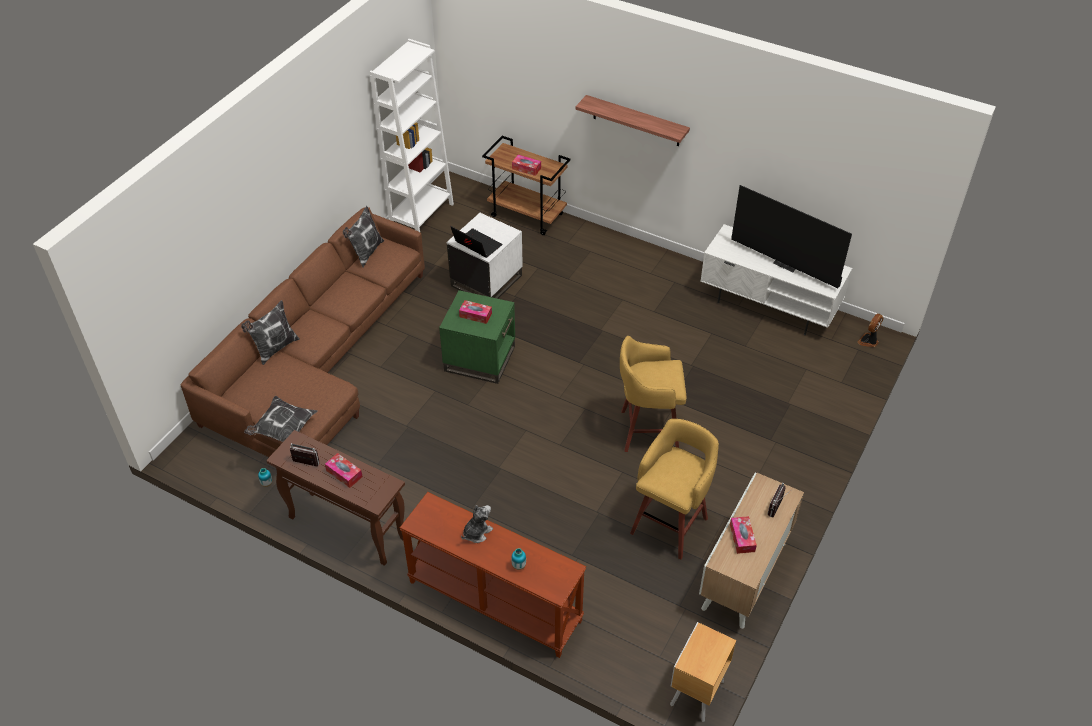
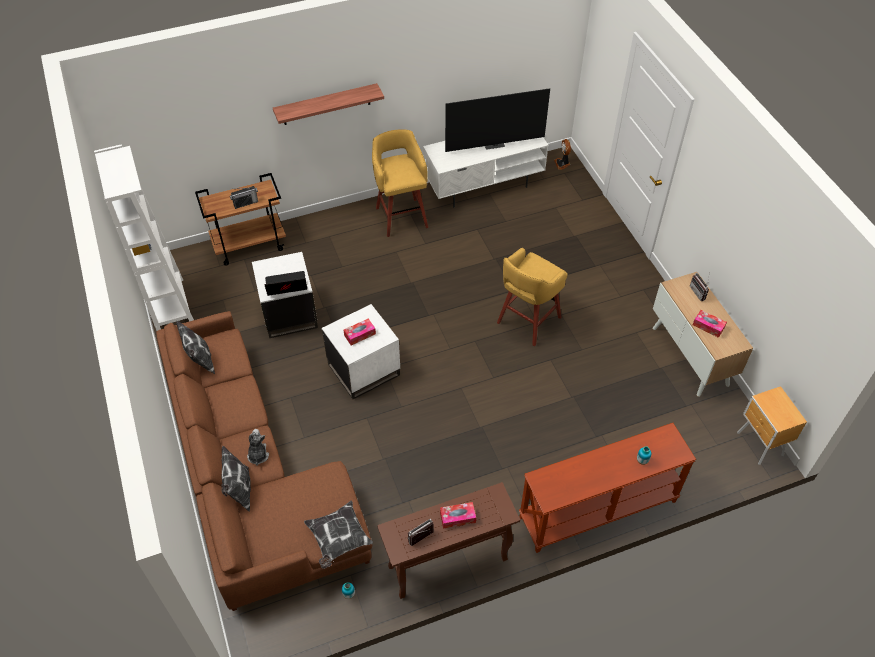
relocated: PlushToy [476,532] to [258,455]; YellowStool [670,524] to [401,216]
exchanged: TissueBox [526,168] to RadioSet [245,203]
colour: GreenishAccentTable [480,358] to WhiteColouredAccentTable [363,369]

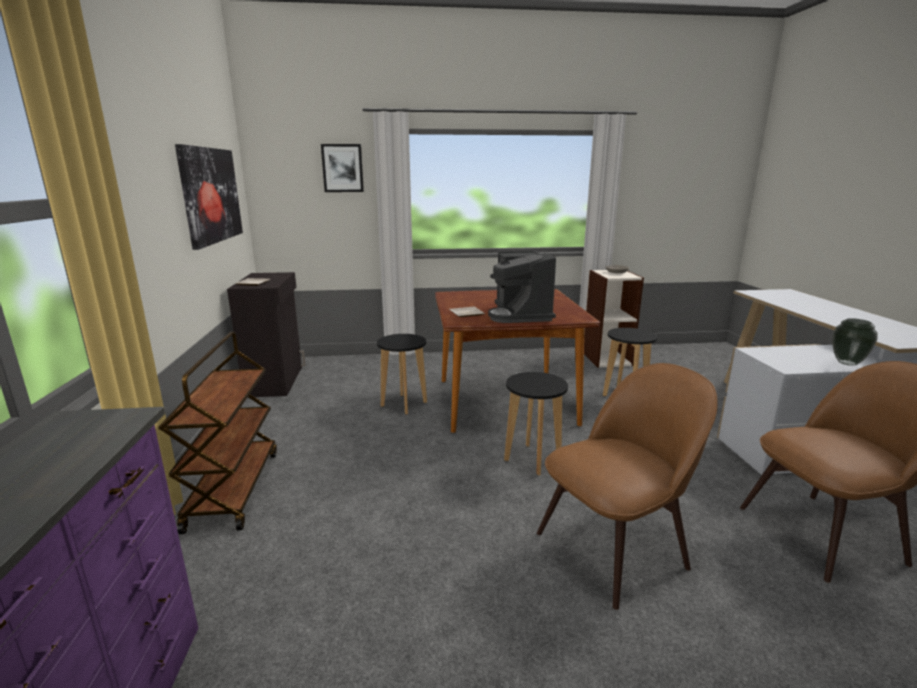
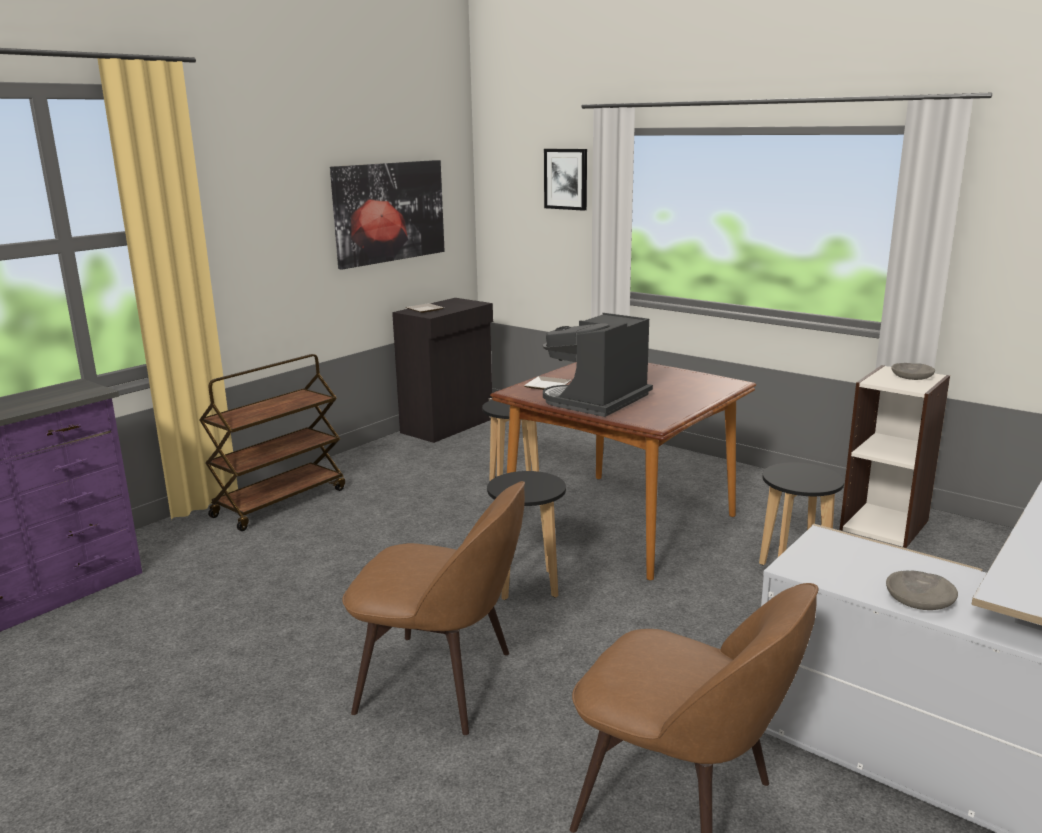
exchanged: DecorativeVase [846,363] to GreyServingBowl [920,599]

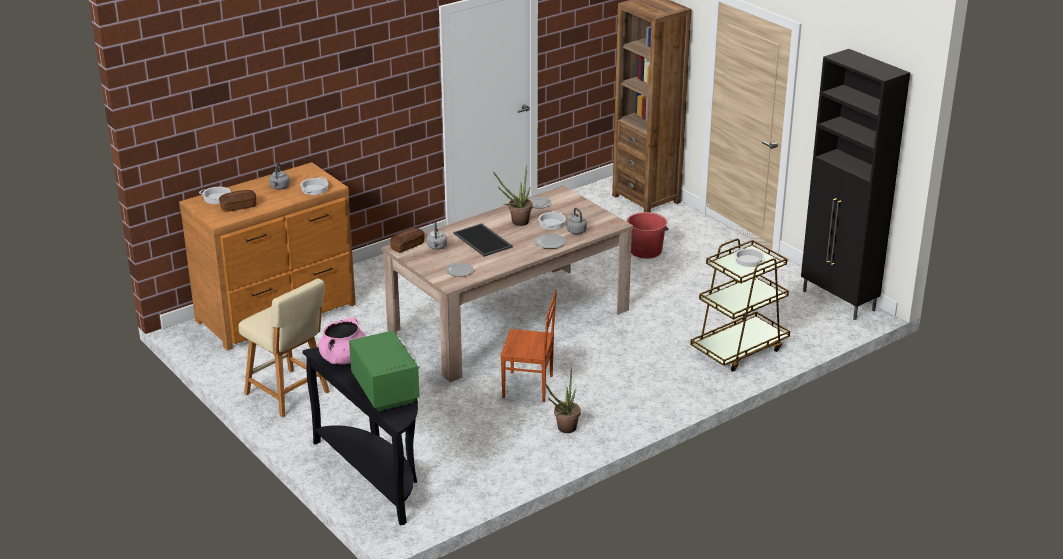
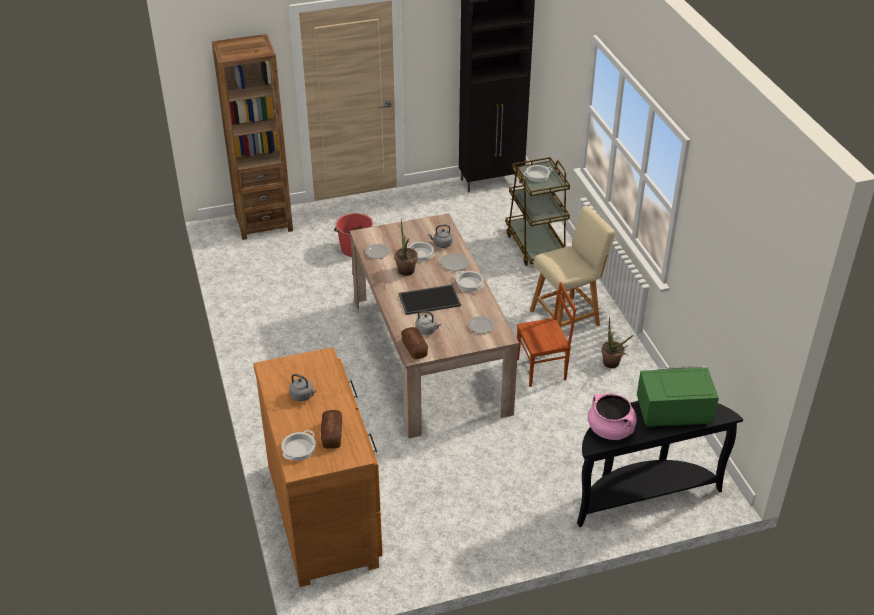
relocated: Saucepot [314,189] to [469,284]; SandColouredStool [289,394] to [567,317]
spun: BrownChair [528,387] = [542,369] 45 degrees clockwise

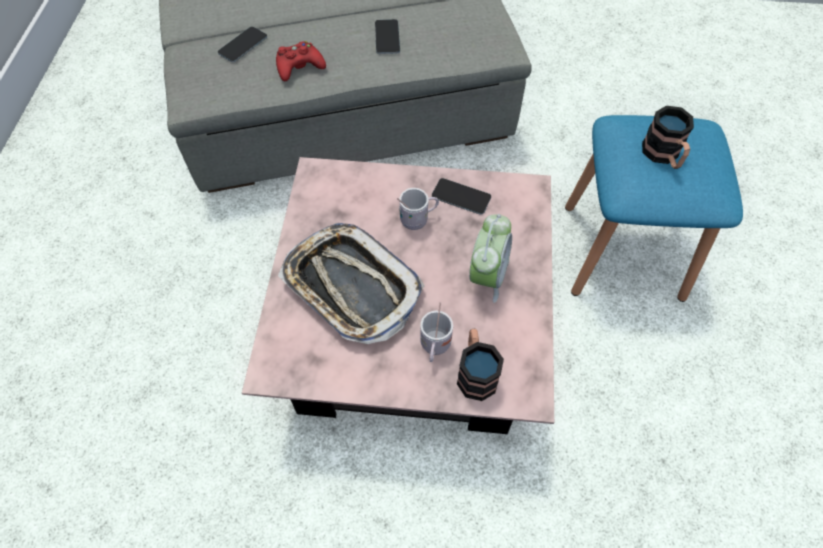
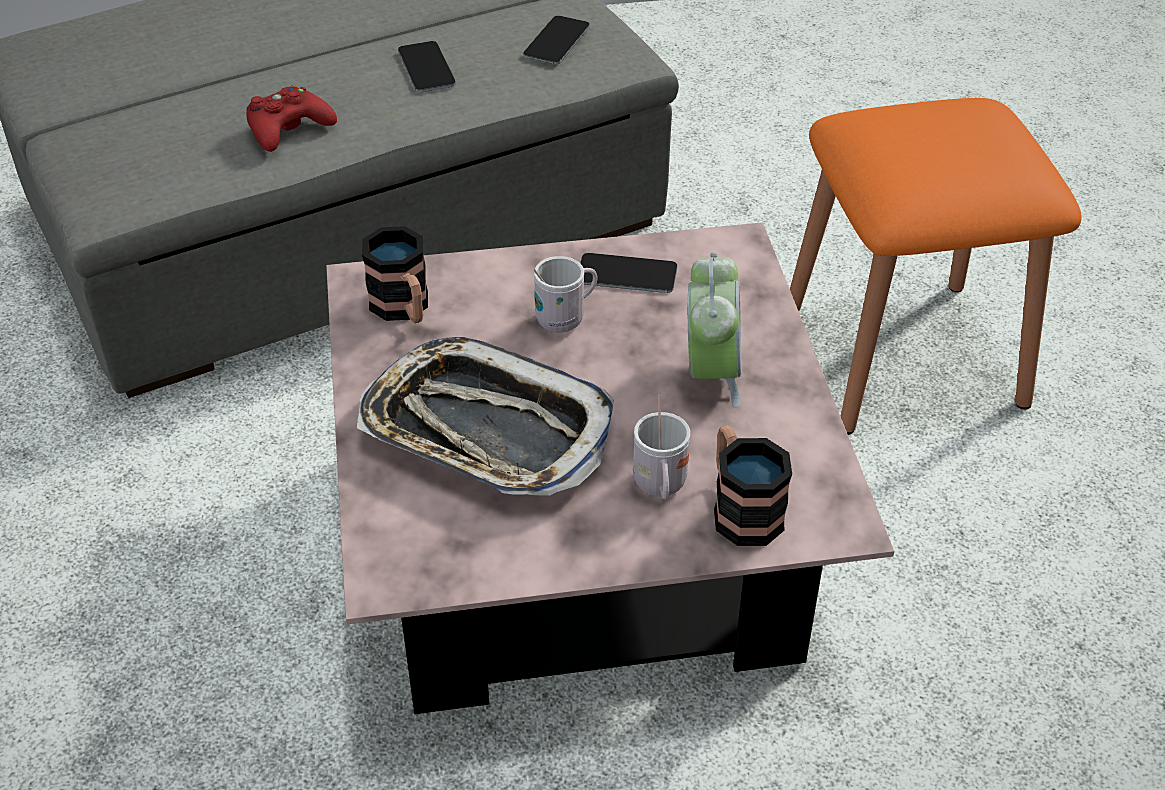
relocated: CoffeeMug [663,156] to [404,309]; Telephone [243,45] to [556,41]
colour: BlueColouredStool [623,251] to OrangeStool [903,355]

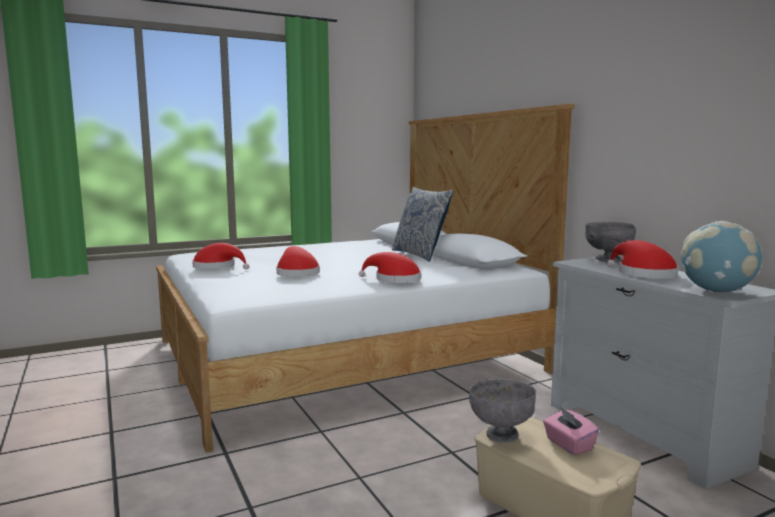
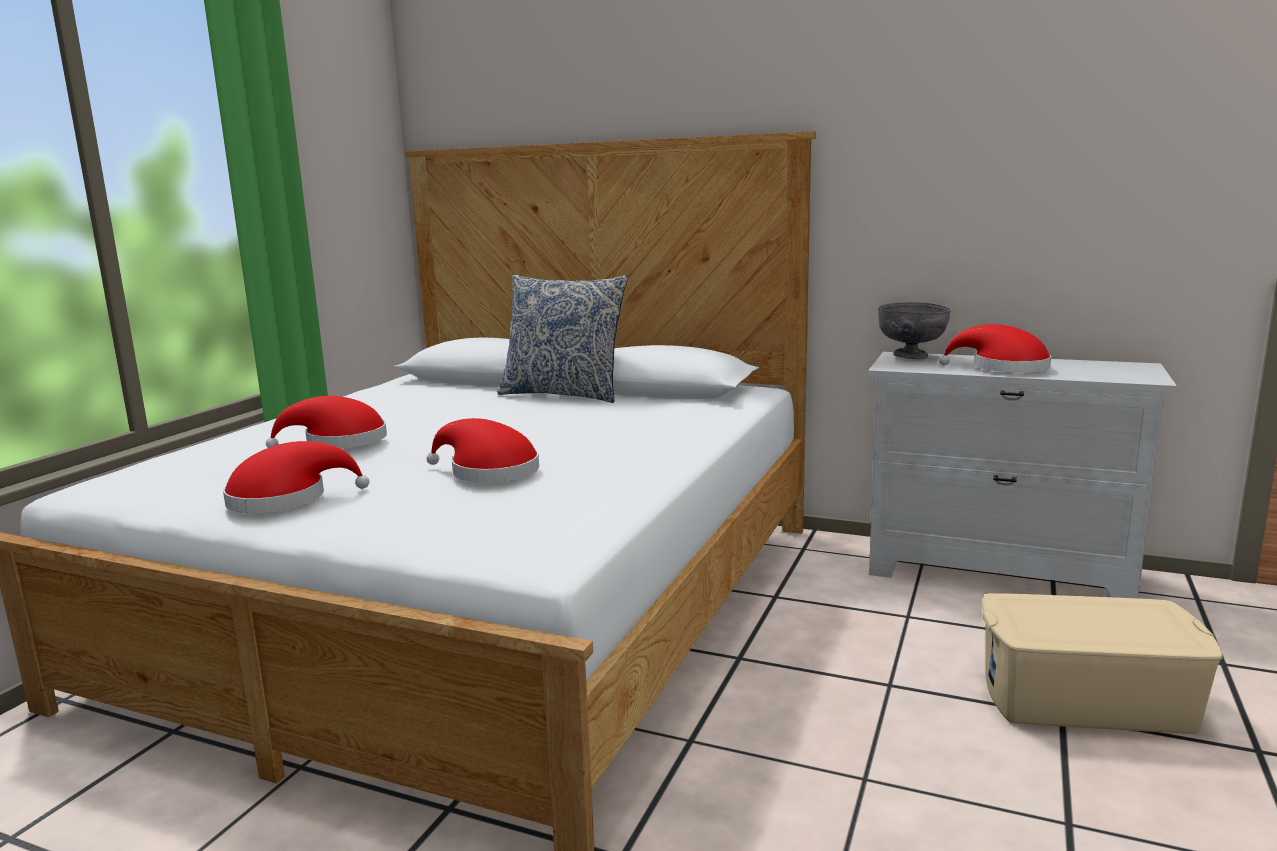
missing: GreyServingBowl [501,435]; PinkTissueBox [568,445]; Globe [716,291]
relocated: ReddishClothingHat [394,279] to [339,442]

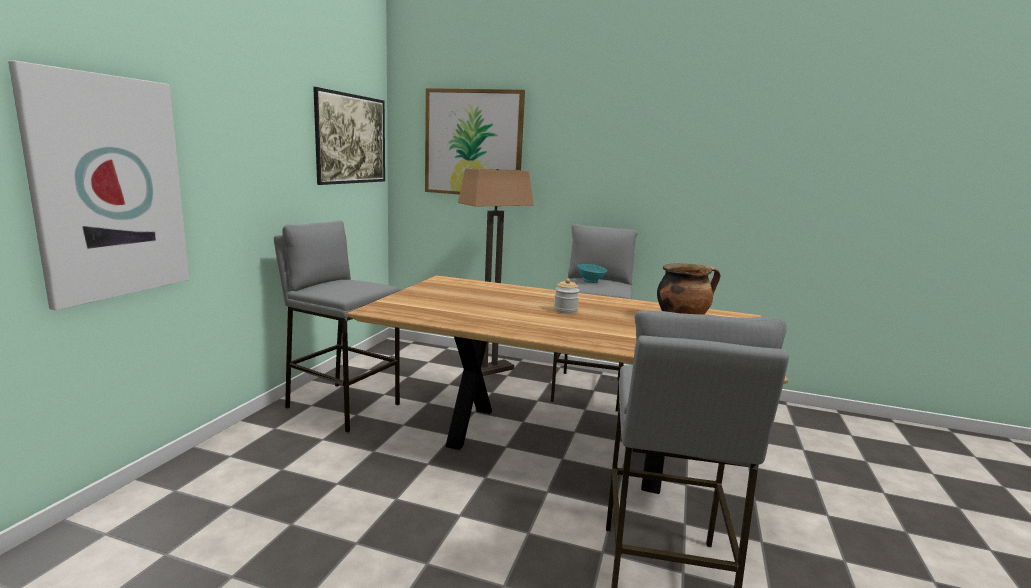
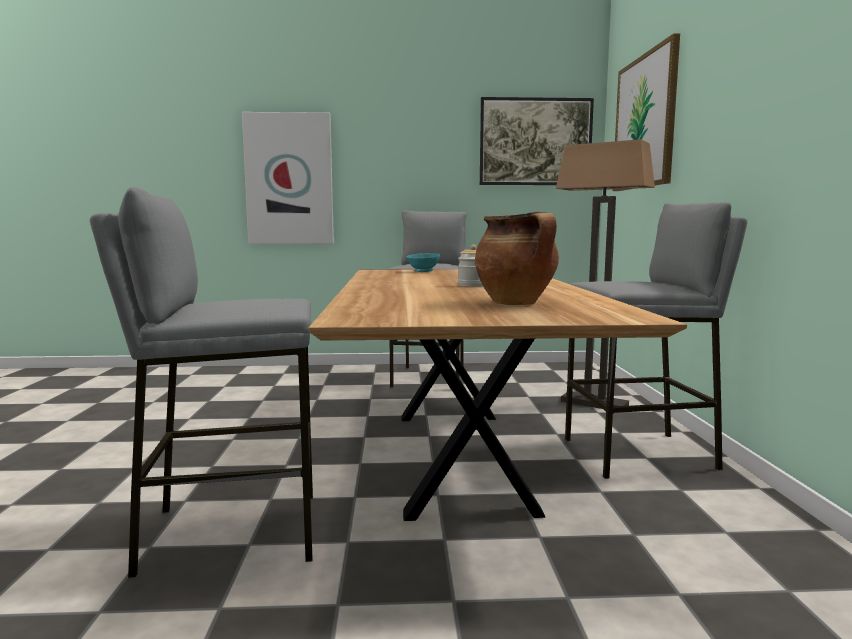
relocated: TurquoiseColouredServingBowl [590,281] to [422,271]

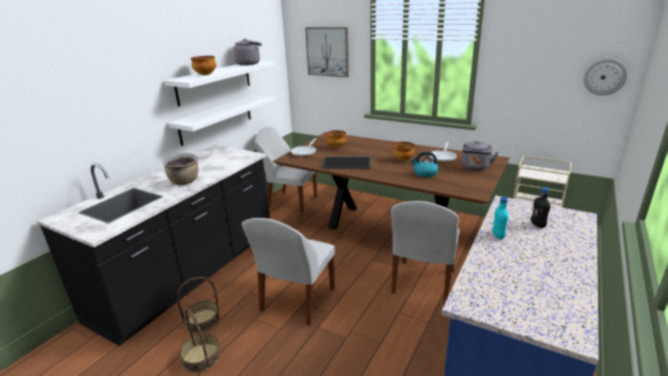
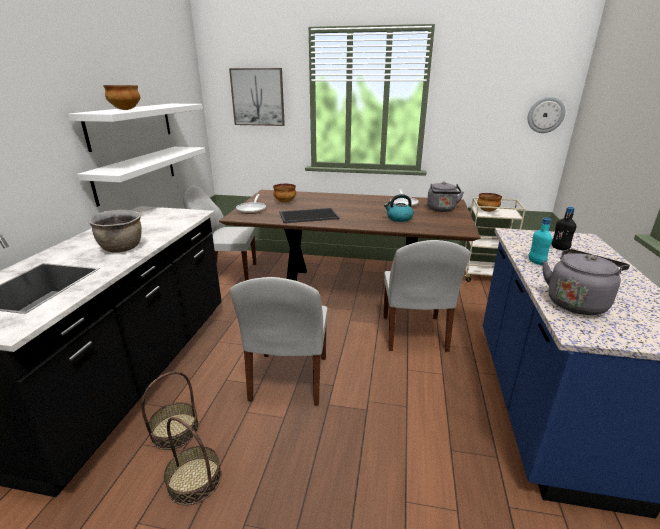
relocated: ServingBowl [403,160] to [487,211]; GreyTeaKettle [249,64] to [577,302]

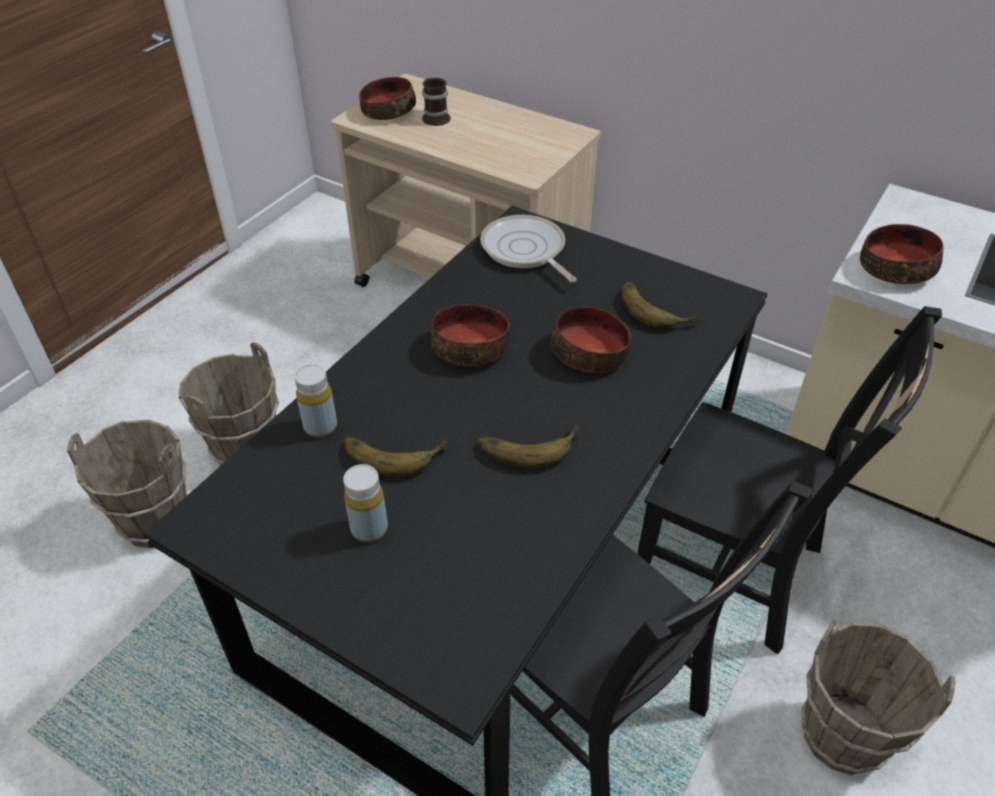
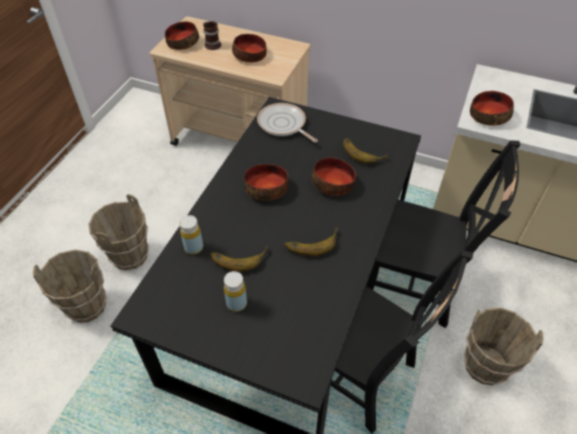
appeared: ServingBowl [250,55]

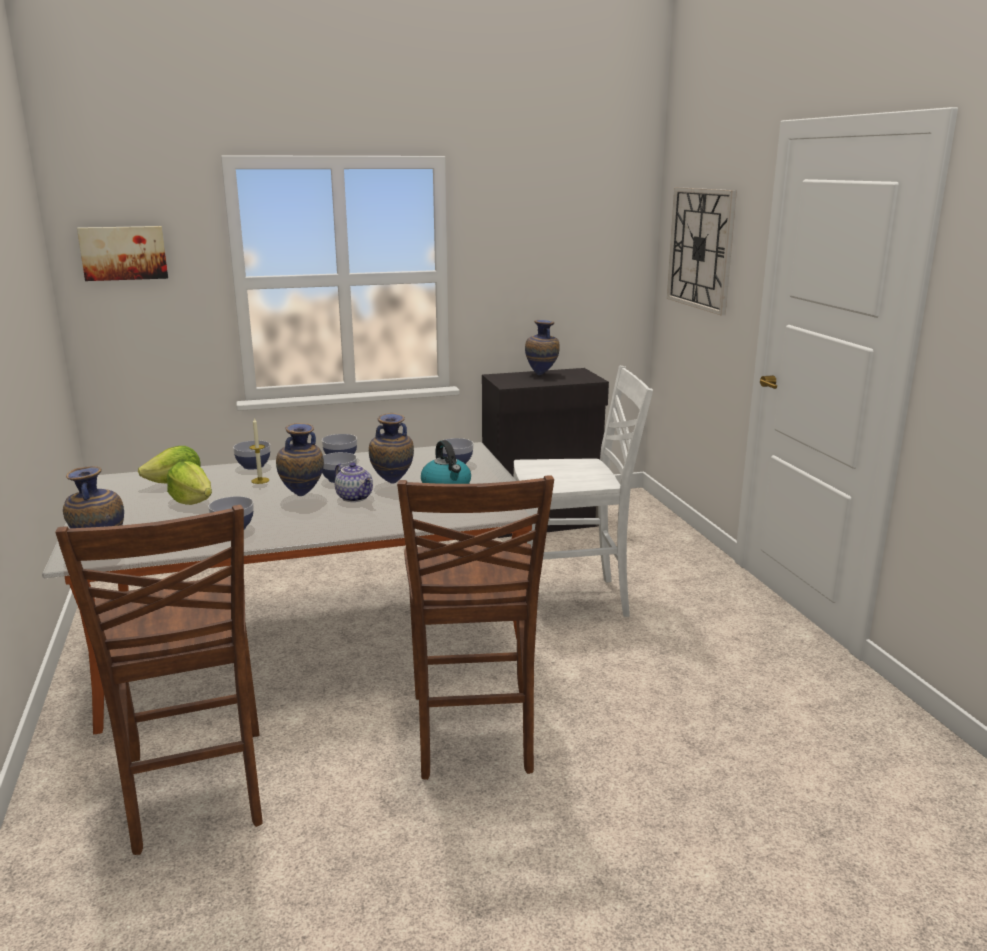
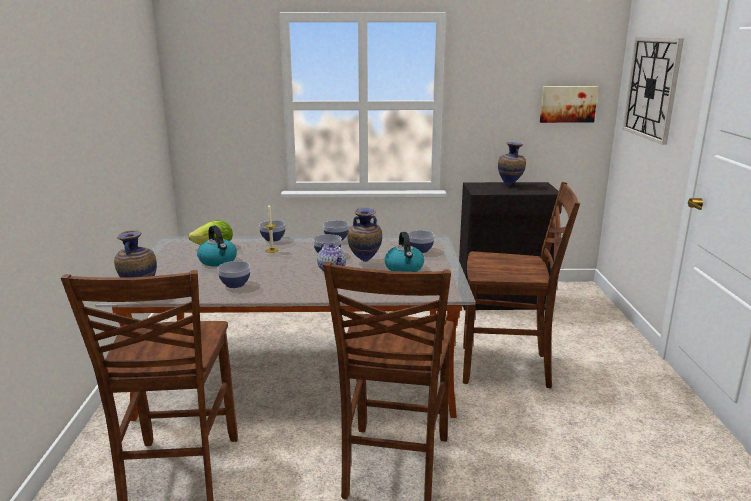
missing: DecorativeVase [302,497]
relocated: WallArt [124,253] to [567,104]
exchanged: HeadOfLettuce [192,501] to TeaKettle [218,261]
colour: WhiteColouredChair [571,600] to BrownChair [507,368]

